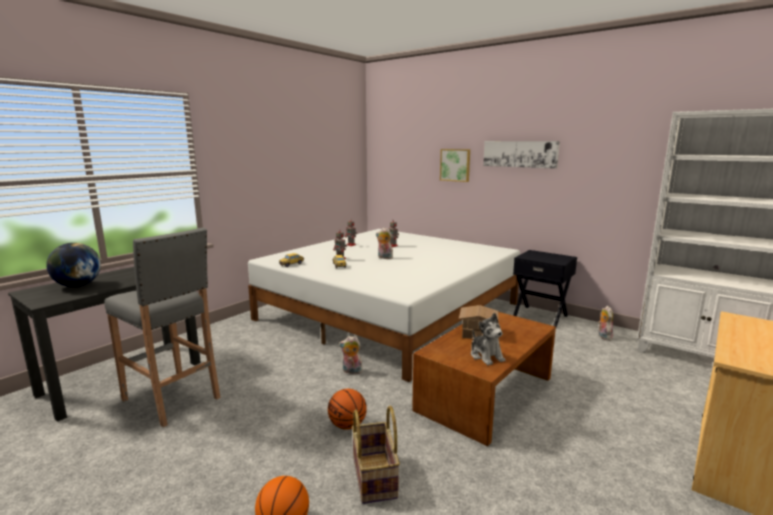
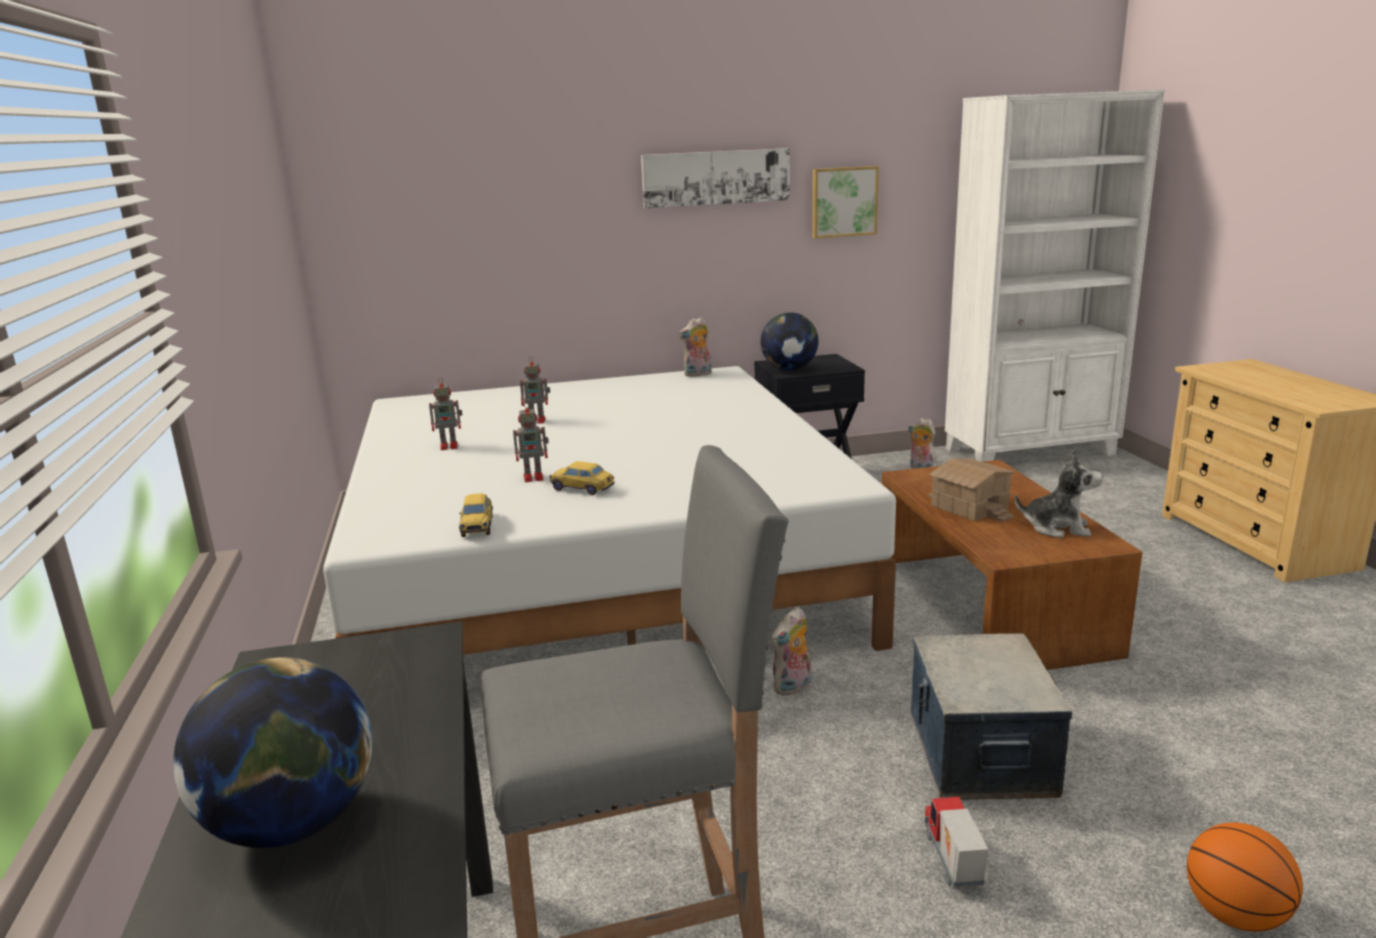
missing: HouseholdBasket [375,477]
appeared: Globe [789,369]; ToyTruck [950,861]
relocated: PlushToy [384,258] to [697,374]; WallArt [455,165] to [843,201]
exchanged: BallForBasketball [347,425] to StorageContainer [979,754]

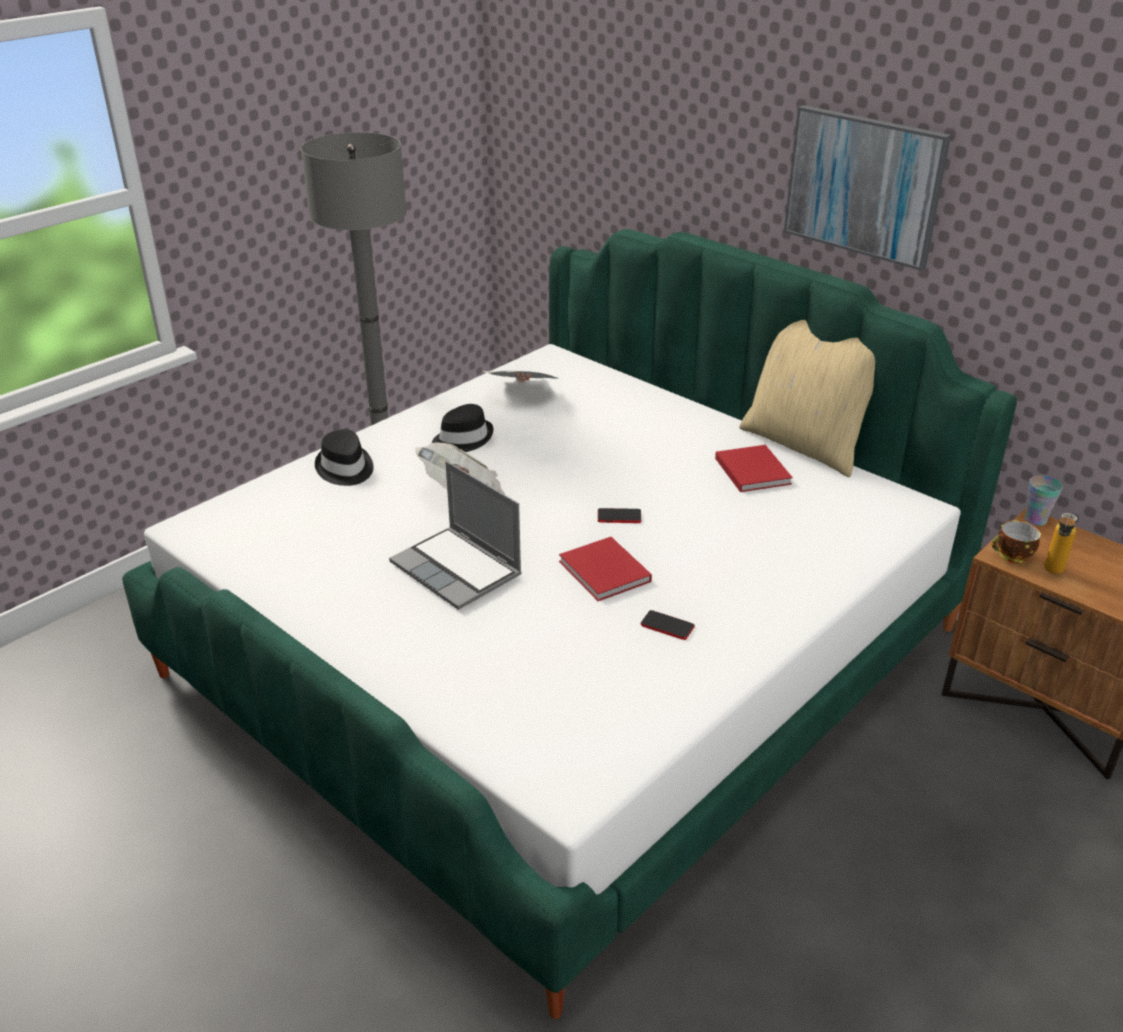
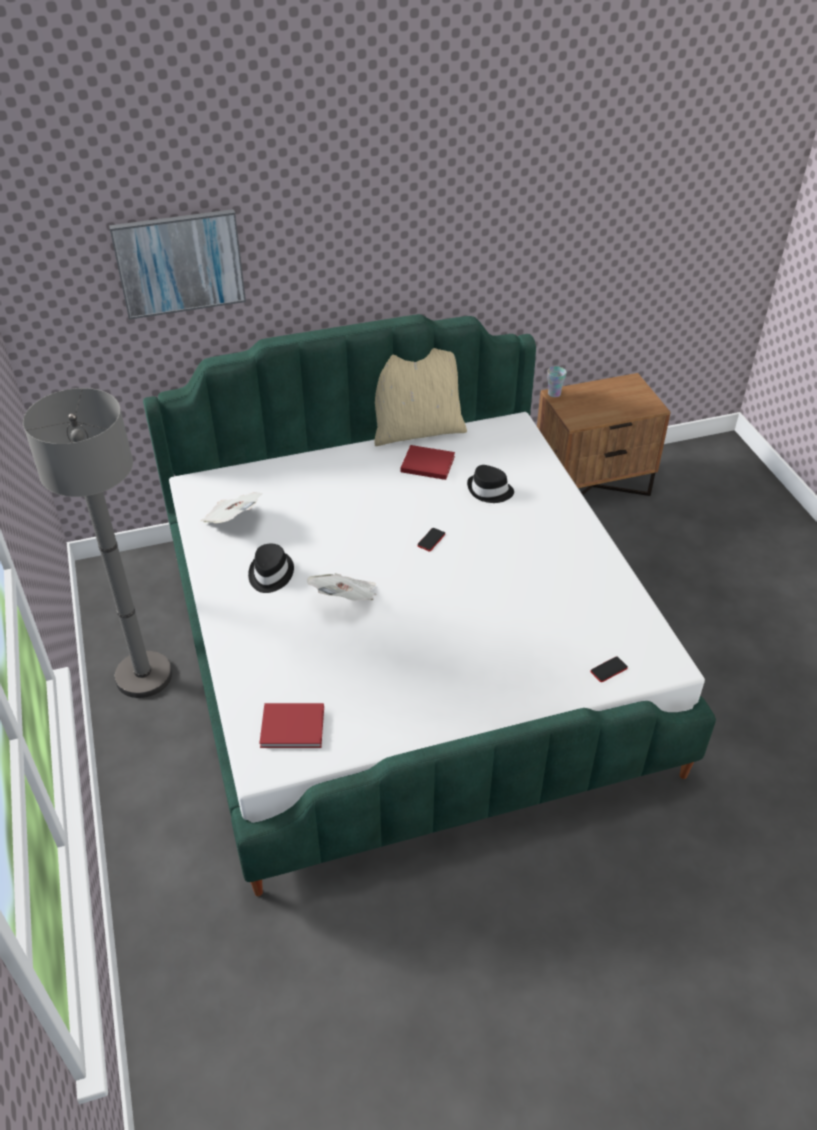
missing: NotebookComputer [458,570]; DrinkingCup [1012,556]; Bottle [1052,573]
relocated: WallArt [864,185] to [179,263]; ReddishVolume [606,573] to [294,727]; BlackishClothingHat [344,468] to [489,491]; Telephone [667,626] to [609,670]

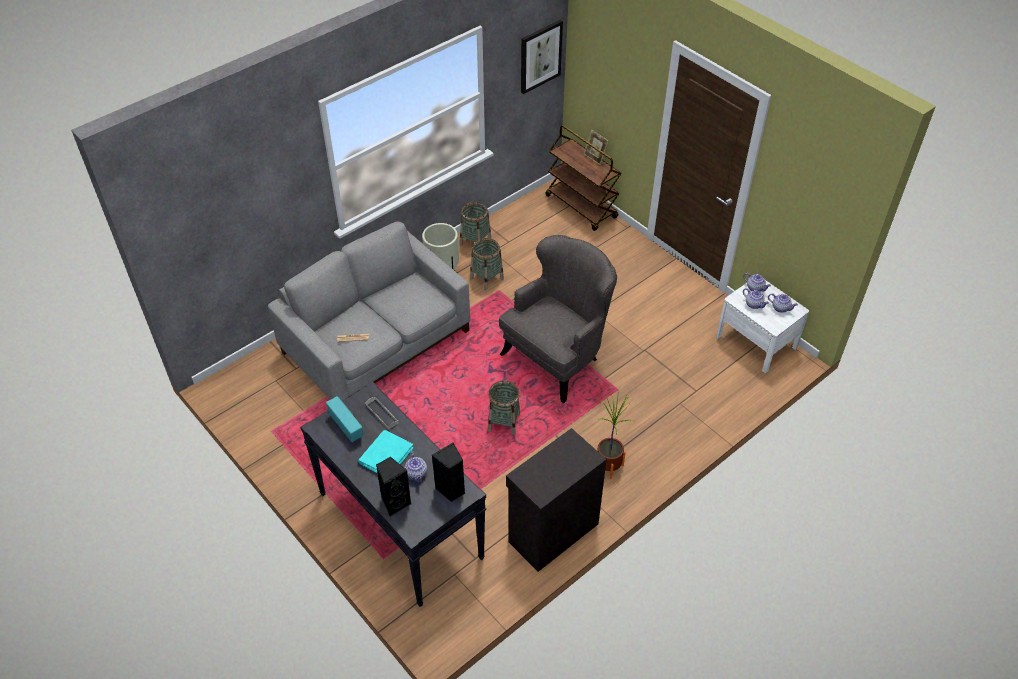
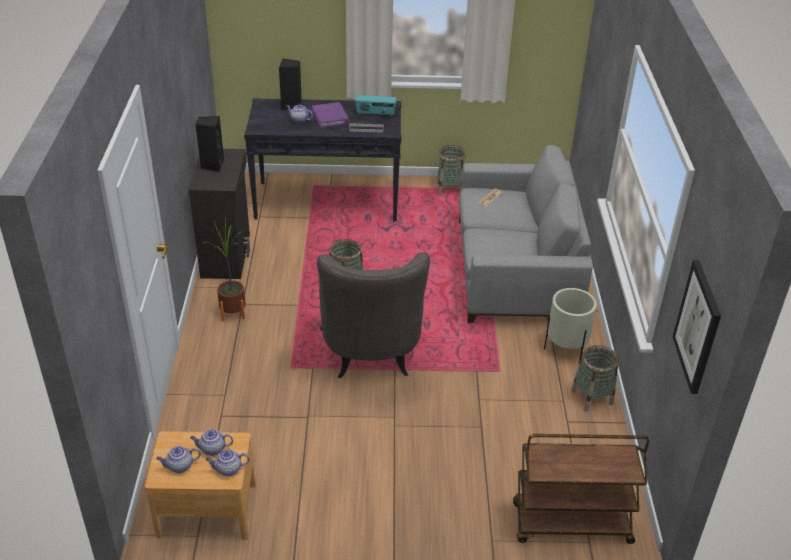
missing: PictureFrame [595,158]
relocated: BlackishAudioSpeaker [451,490] to [212,165]; HouseholdBasket [486,278] to [449,188]
colour: WhiteColouredNightstand [756,342] to BrownNightstand [206,509]; TurquoiseColouredVolume [386,455] to PurpleVolume [330,117]

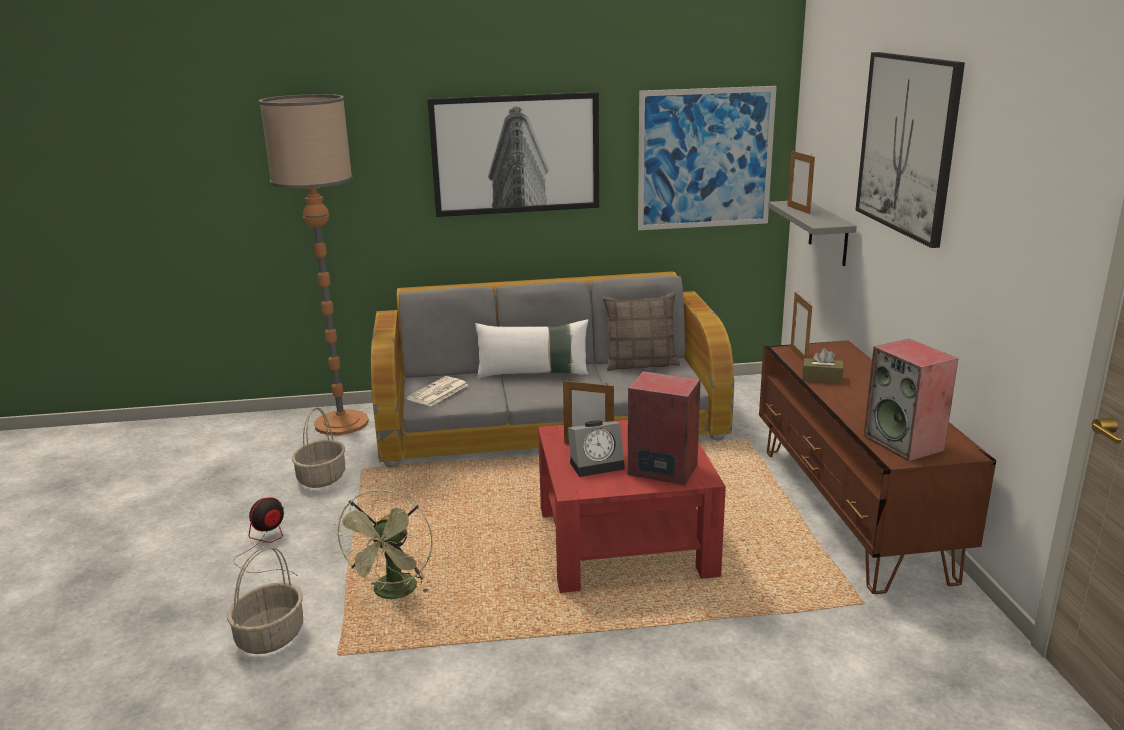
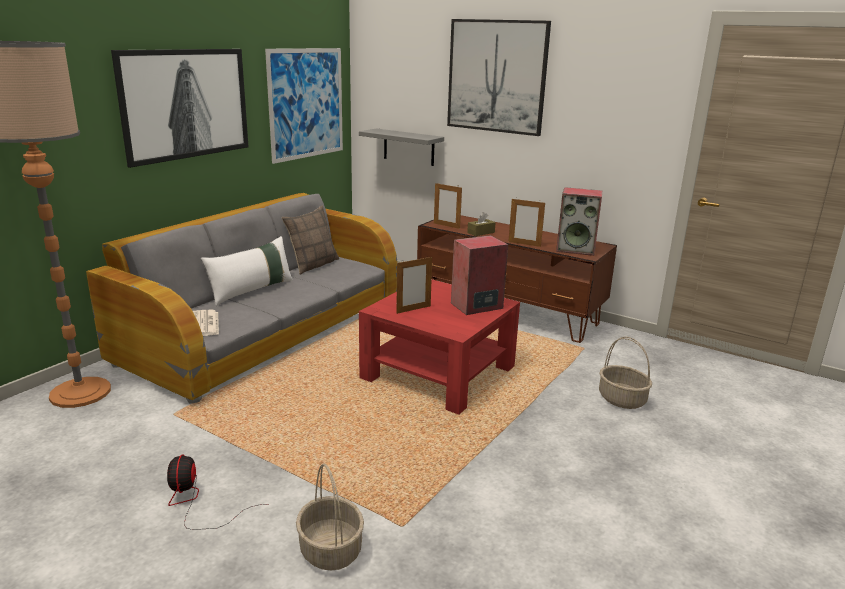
missing: GreenishFan [393,594]; TableClock [597,464]
relocated: PictureFrame [798,210] to [524,244]; HouseholdBasket [322,478] to [622,399]

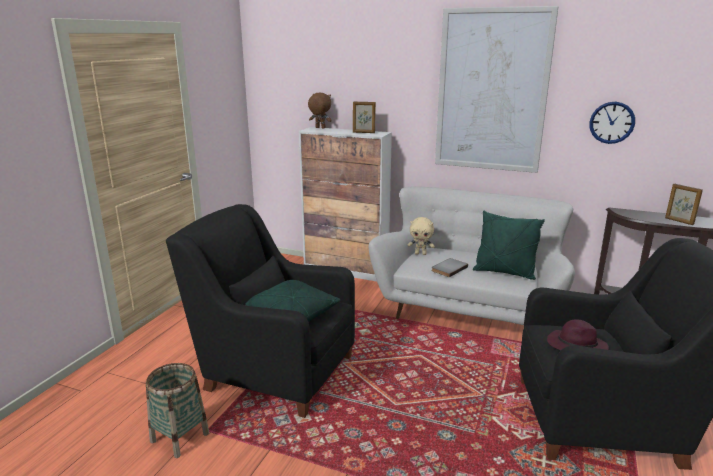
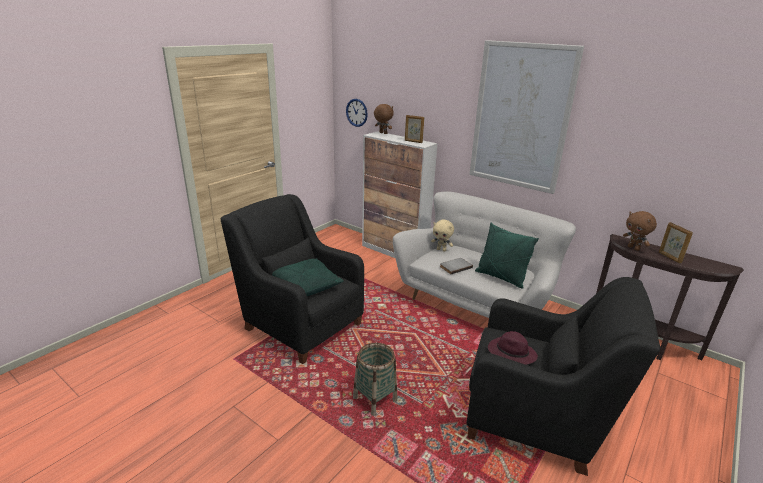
appeared: BrownPlushToy [634,248]
relocated: HangingClock [611,122] to [356,112]; HouseholdBasket [180,437] to [375,399]

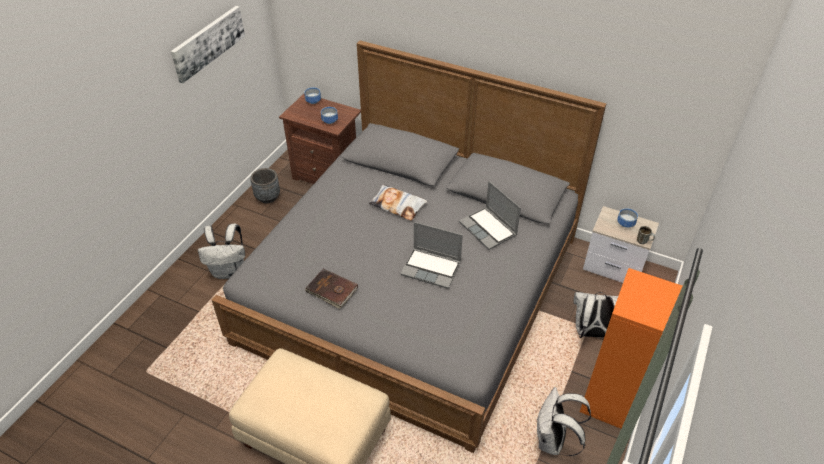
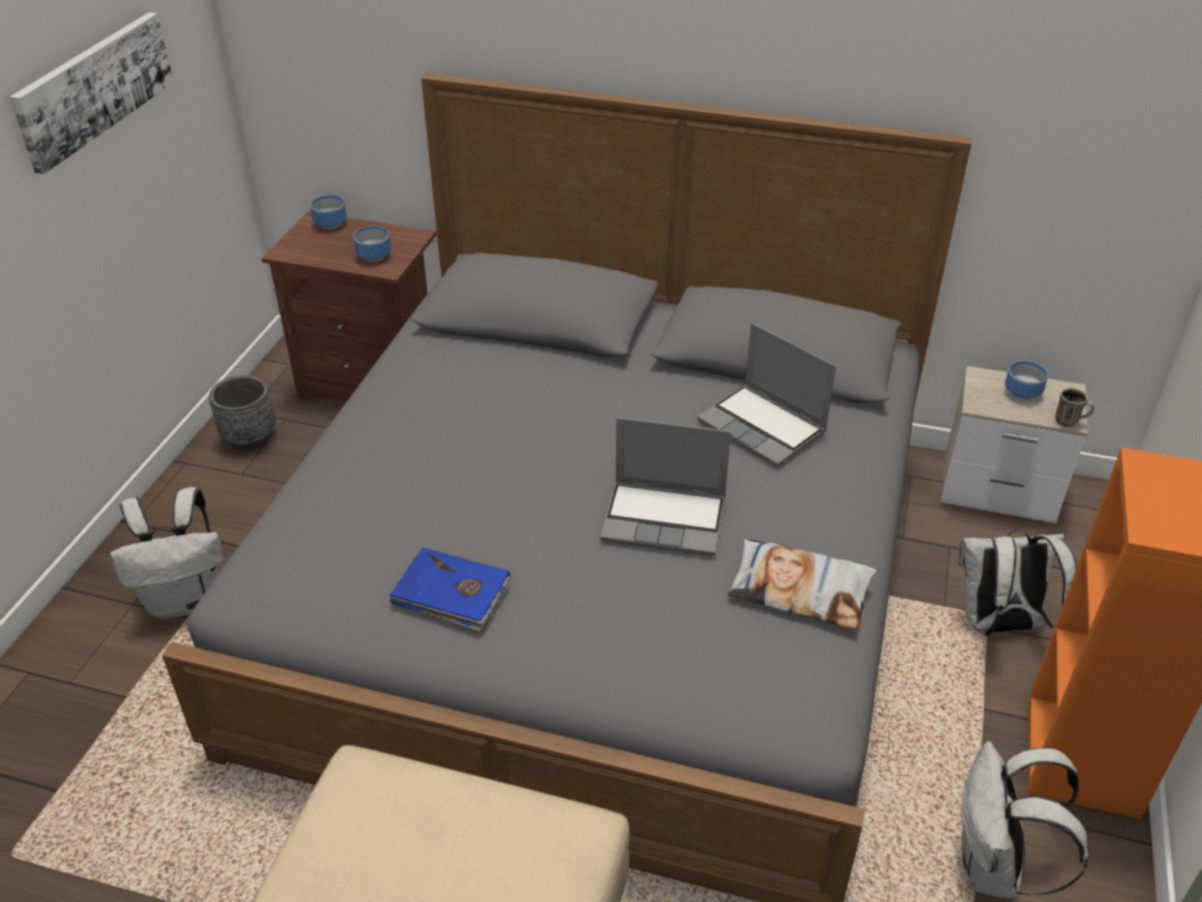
relocated: Cushion [397,205] to [800,590]
colour: BrownVolume [331,290] to BlueColouredVolume [451,593]

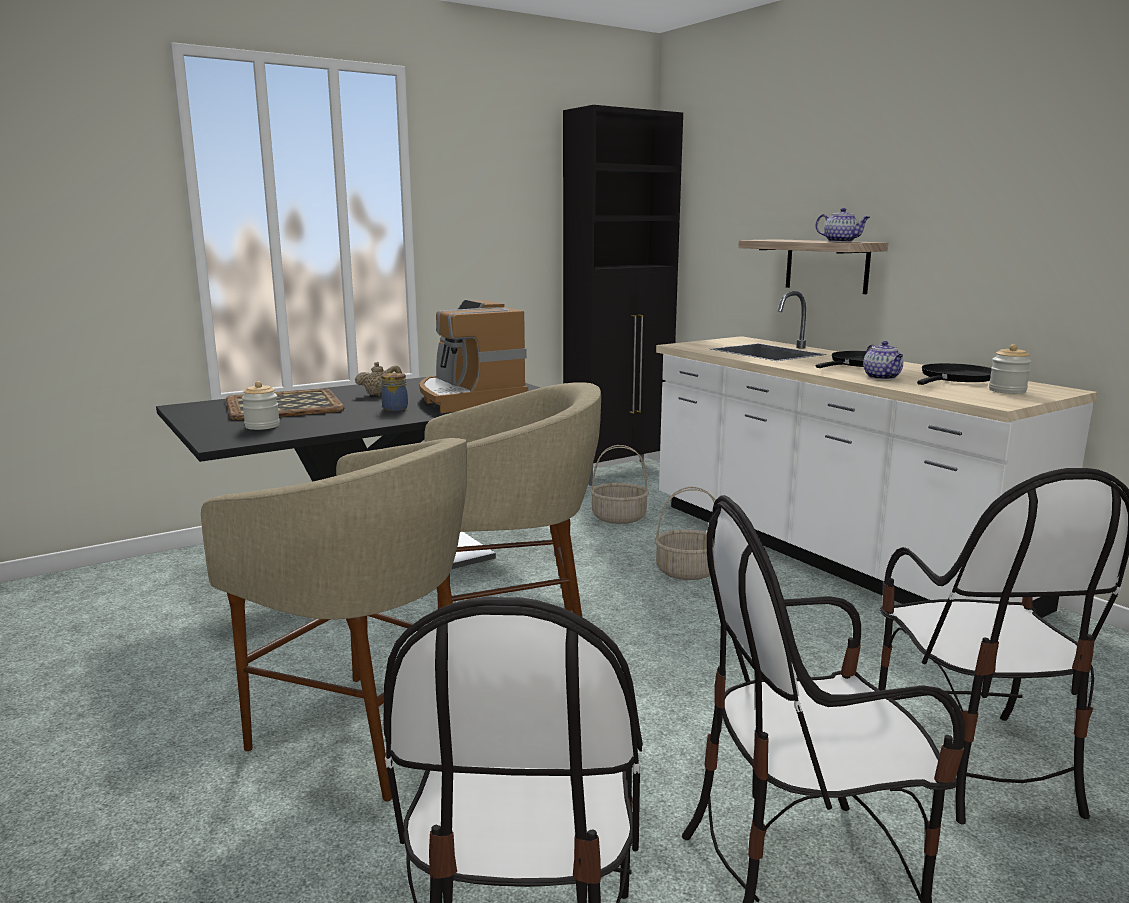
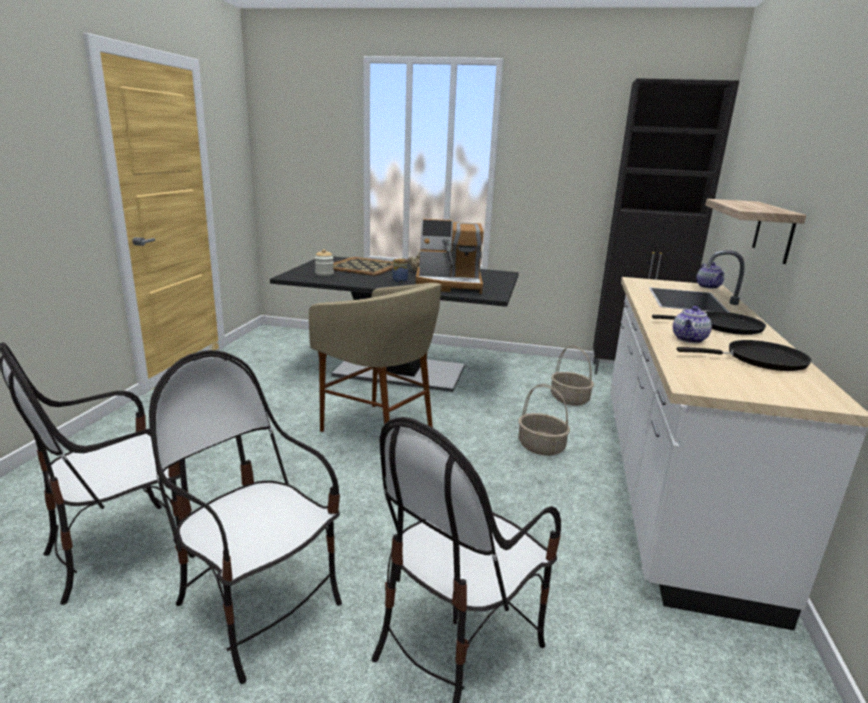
missing: SandColouredStool [366,736]; Jar [1007,391]
relocated: TeaPot [841,241] to [709,287]
spun: CoffeeBrewer [468,399] = [450,285] 105 degrees counterclockwise

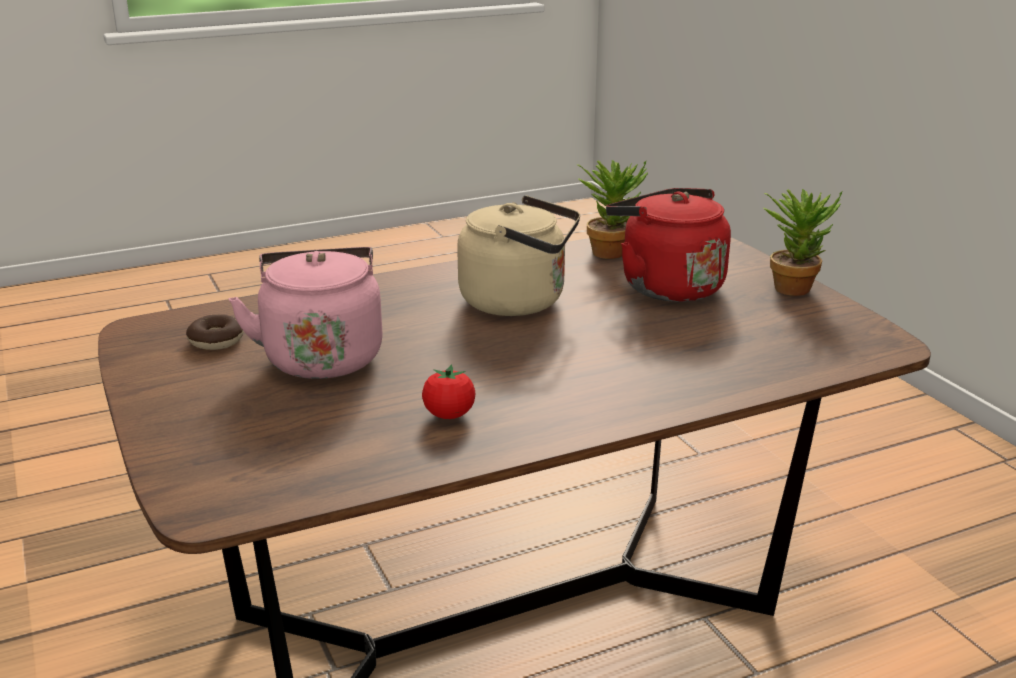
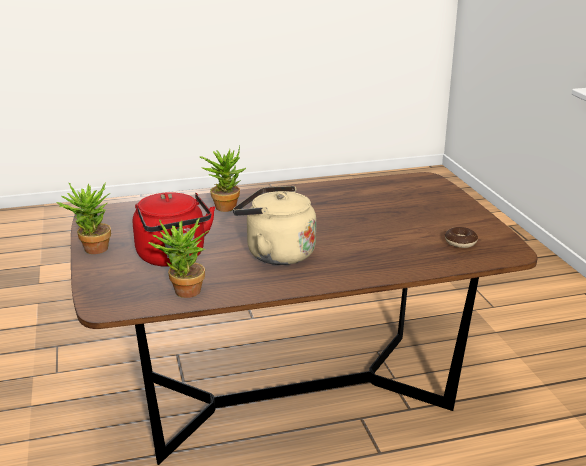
missing: PinkTeaKettle [322,356]; WholeTomato [449,415]
appeared: Houseplant [224,205]

